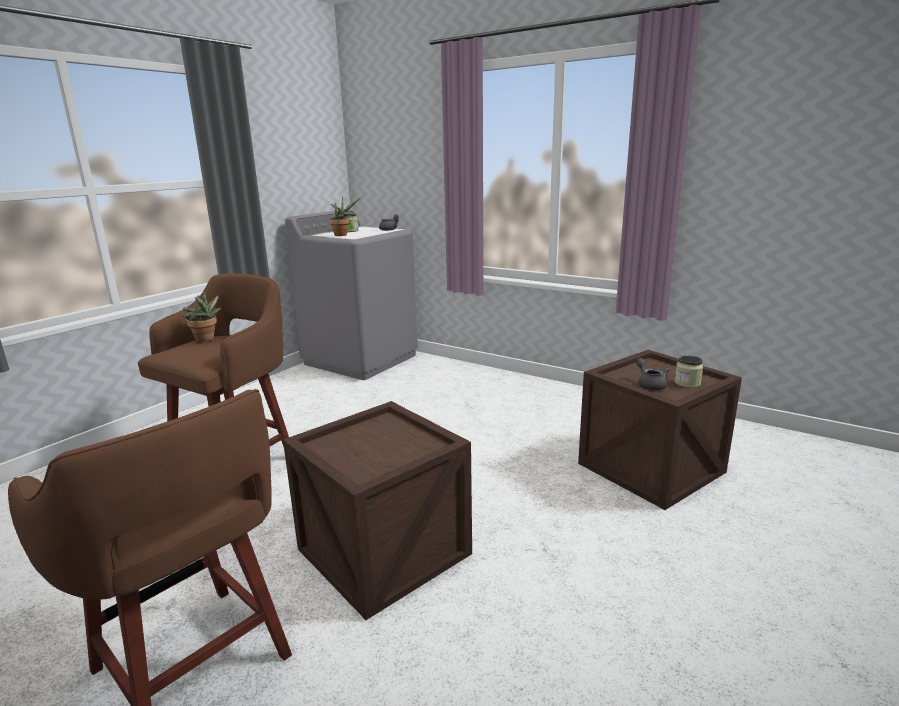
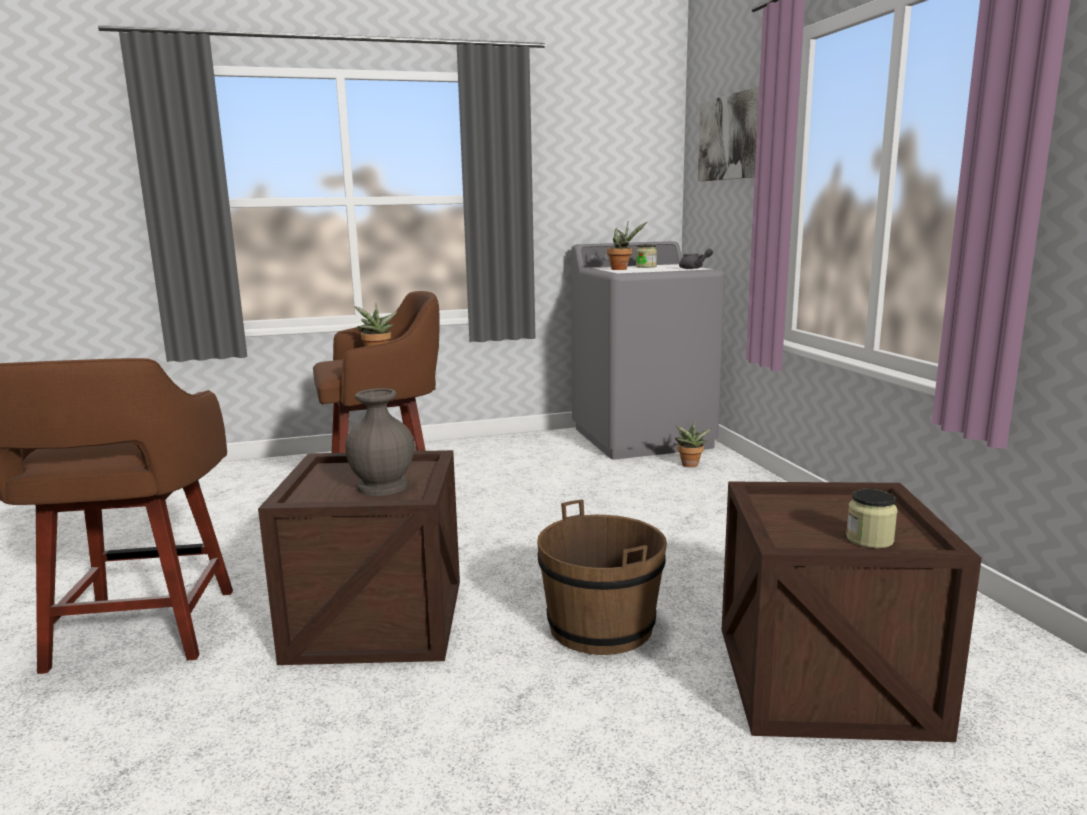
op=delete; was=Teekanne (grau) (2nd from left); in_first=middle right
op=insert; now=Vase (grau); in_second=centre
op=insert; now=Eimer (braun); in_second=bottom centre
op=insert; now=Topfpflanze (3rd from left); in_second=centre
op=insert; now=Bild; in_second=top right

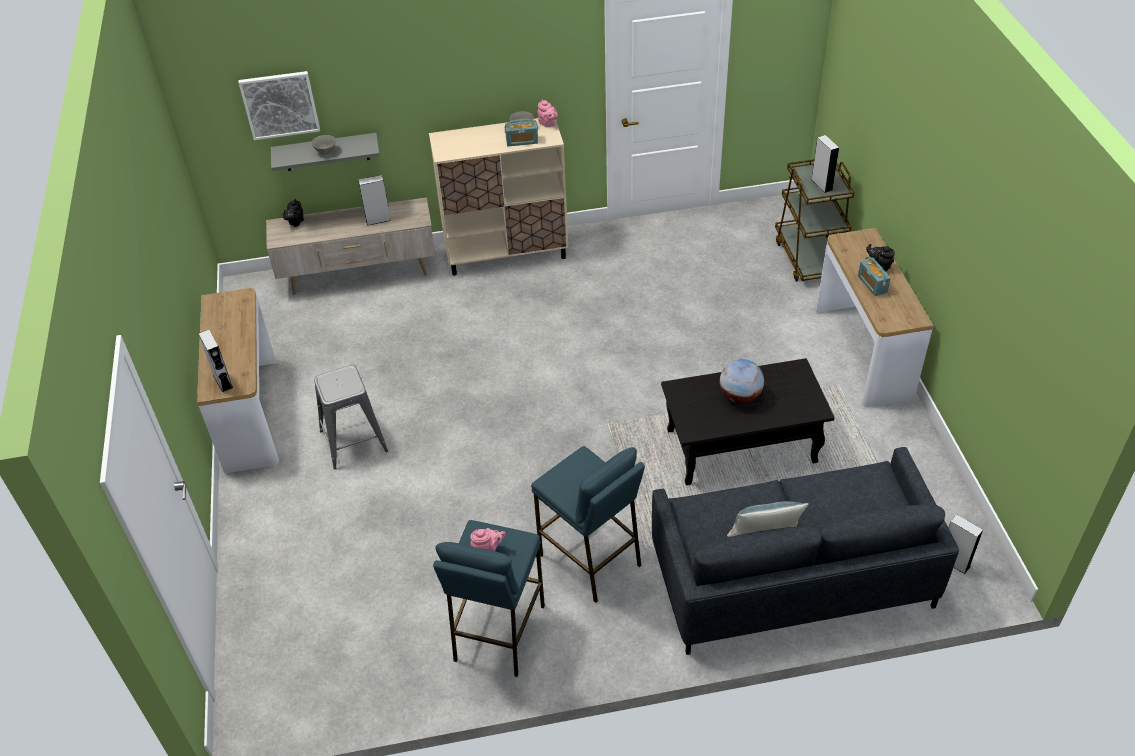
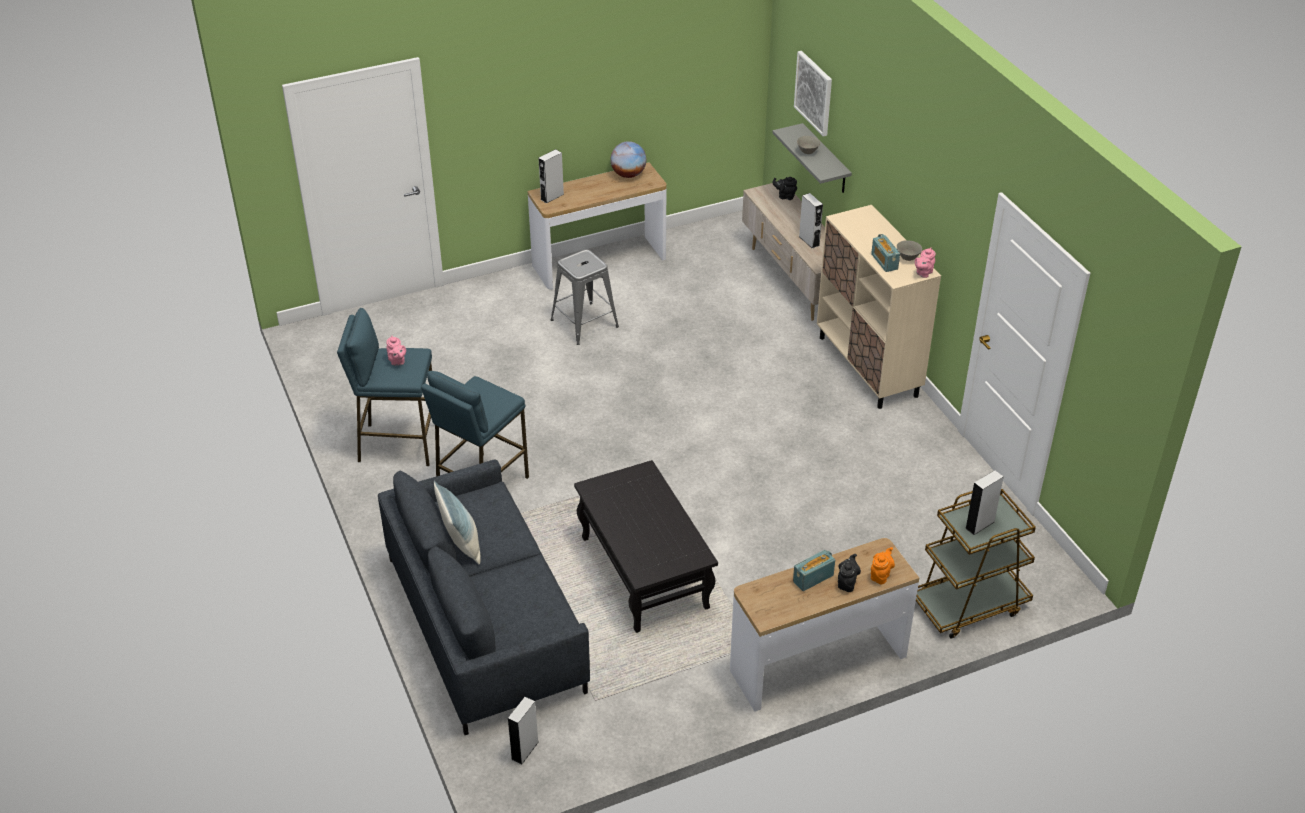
op=move; was=Globus; in_first=centre; in_second=top centre
op=insert; now=Teekanne (orange); in_second=bottom right

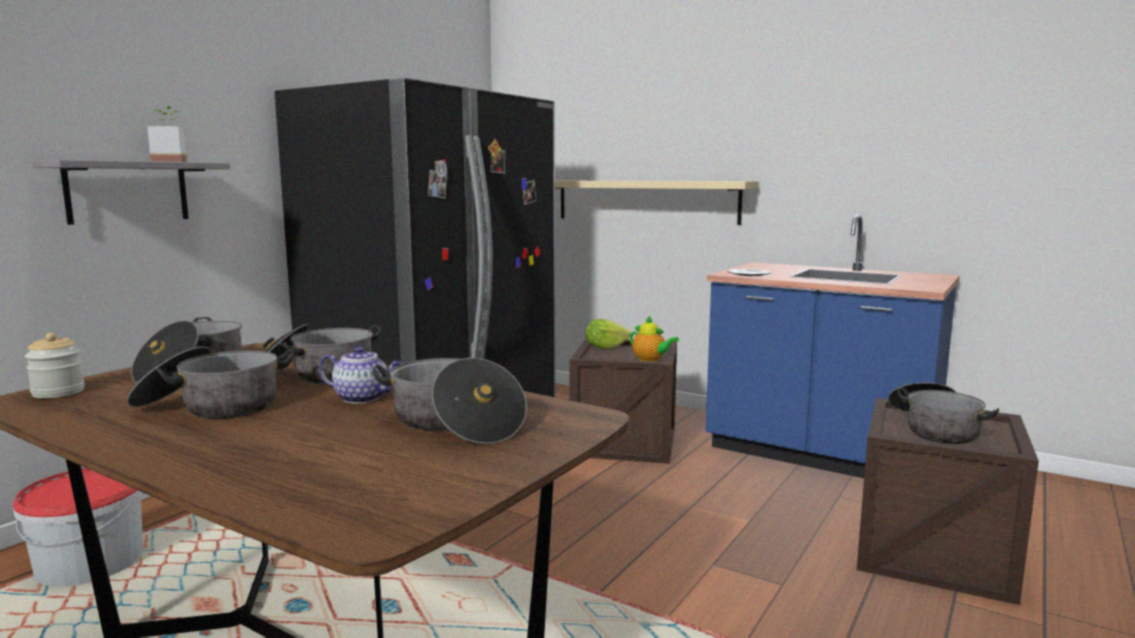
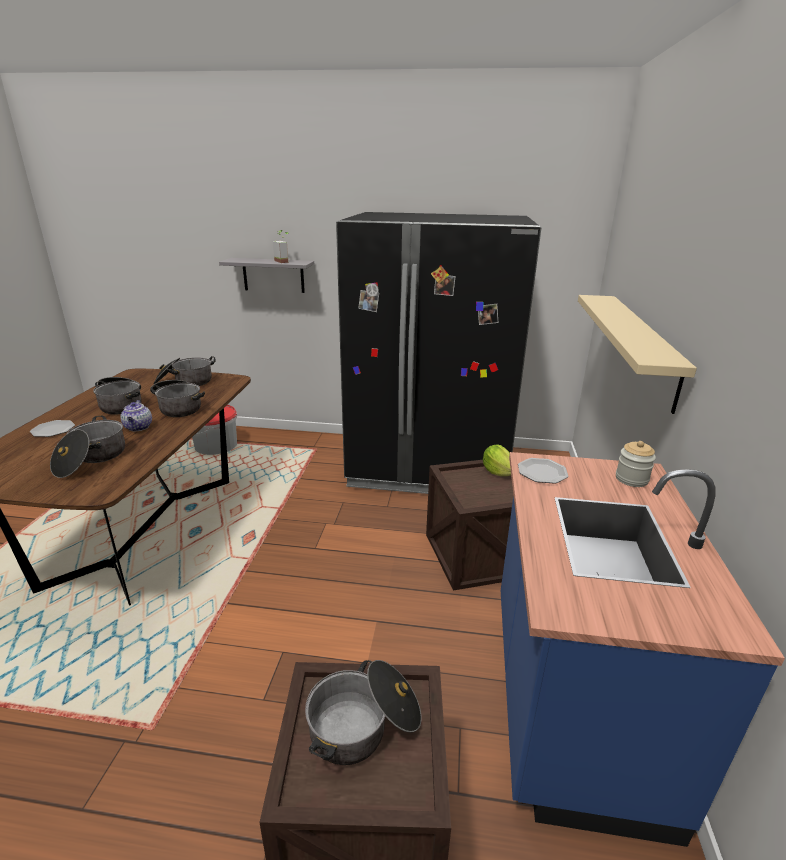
op=move; was=Vorratsglas; in_first=middle left; in_second=middle right
op=delete; was=Teekanne (2nd from left); in_first=centre
op=insert; now=Teller (1st from left); in_second=middle left

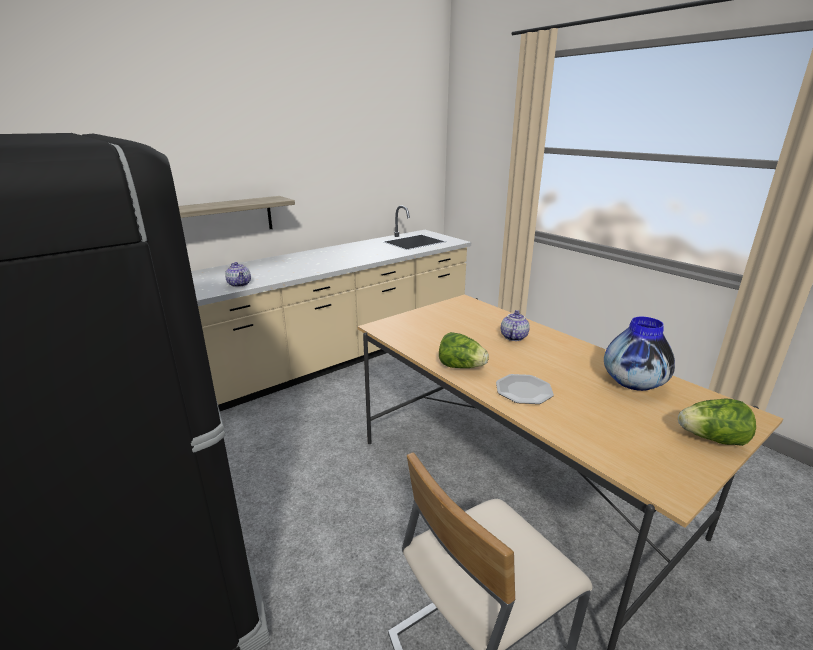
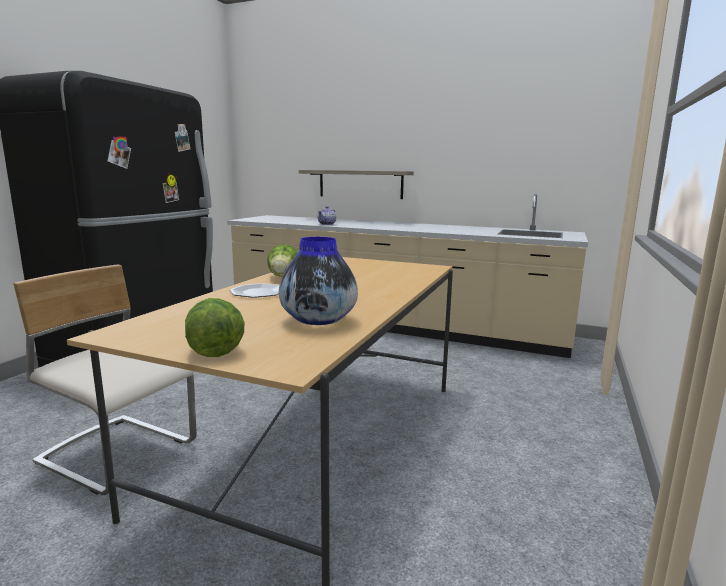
op=delete; was=Teekanne (2nd from left); in_first=centre

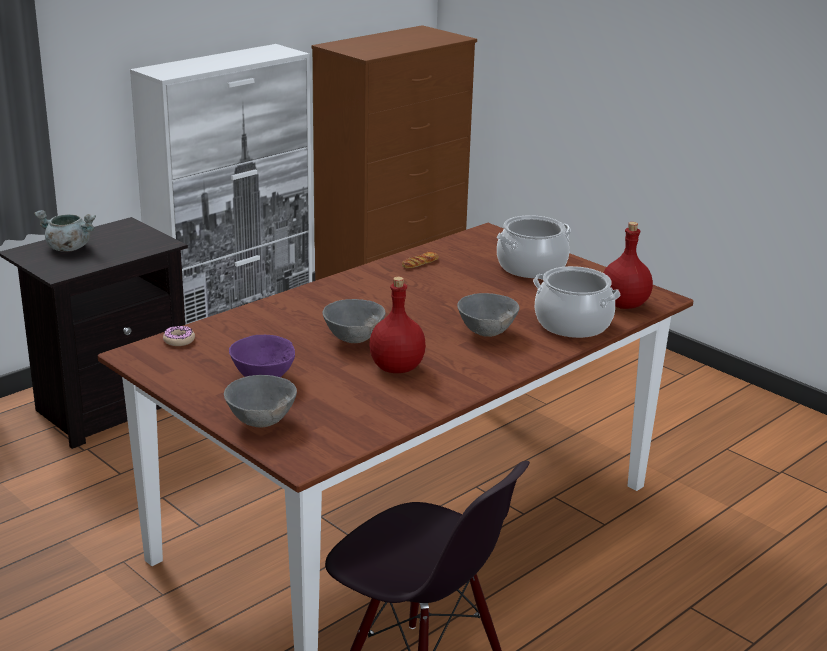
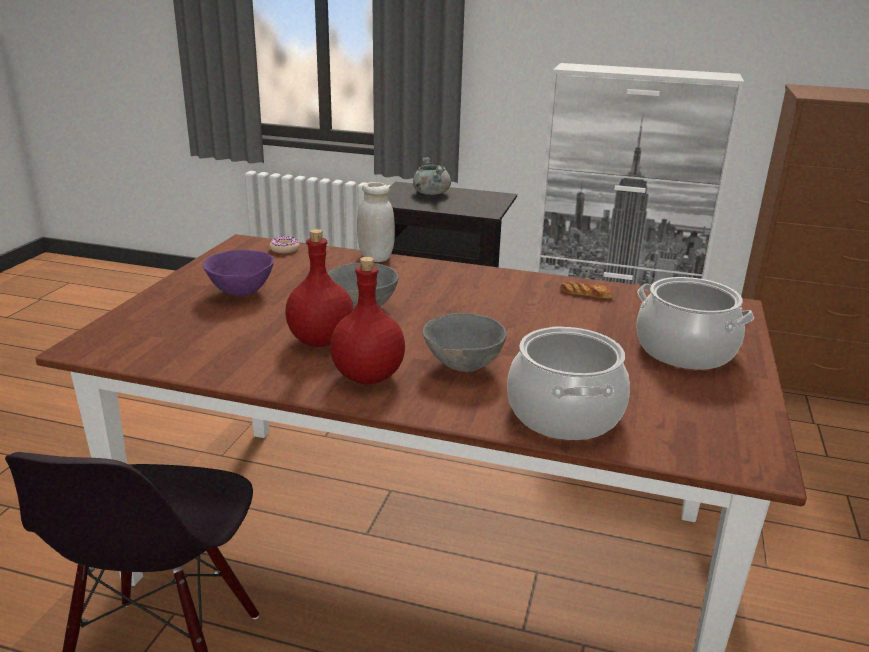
op=delete; was=Schüssel (grau) (1st from left); in_first=middle left
op=move; was=Flasche (rot) (2nd from left); in_first=middle right; in_second=centre
op=insert; now=Vorratsglas (weiß); in_second=centre

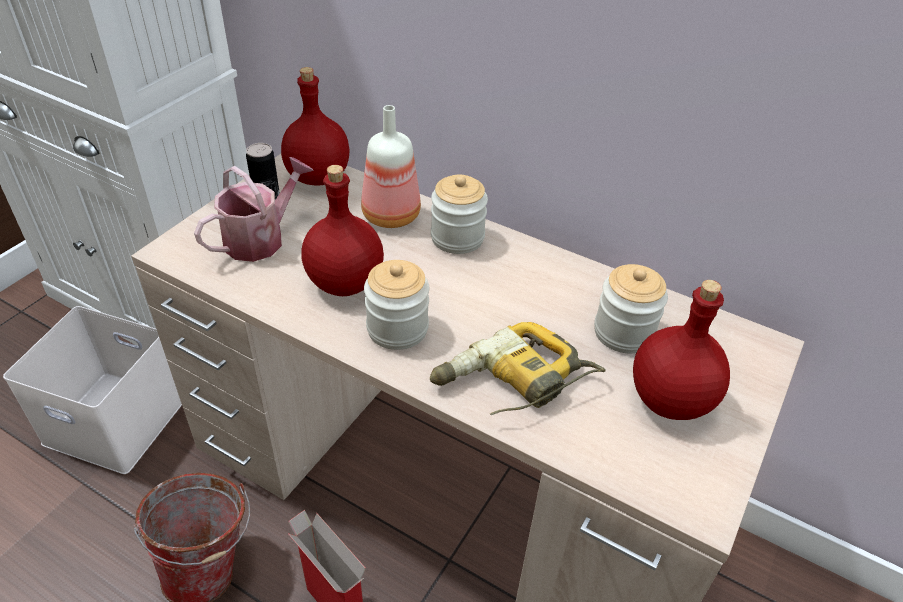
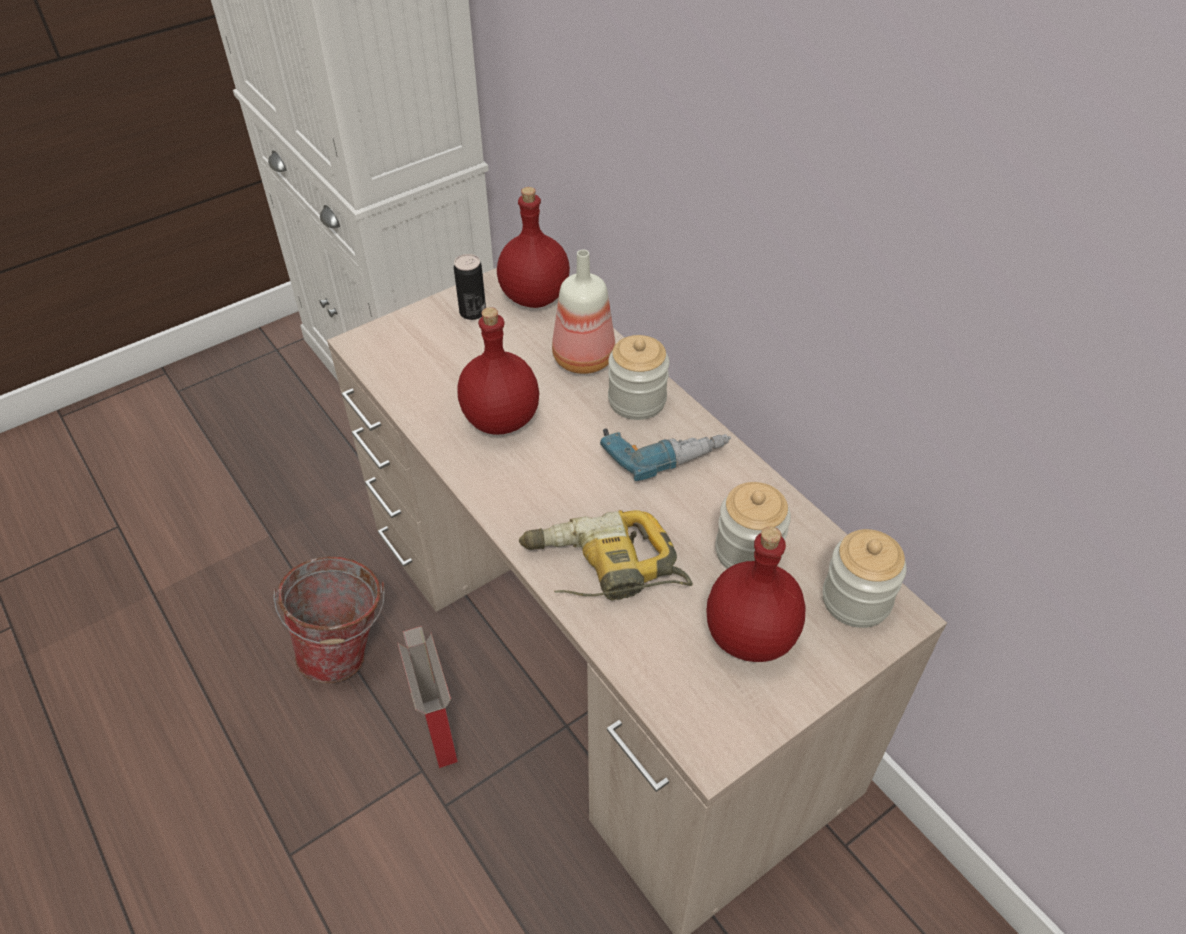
op=delete; was=Aufbewahrungsbox (weiß); in_first=middle left
op=delete; was=Gießkanne; in_first=middle left
op=move; was=Vorratsglas (1st from left in the first image); now=Vorratsglas (3rd from left); in_first=centre; in_second=middle right
op=insert; now=Bohrmaschine (2nd from left); in_second=centre

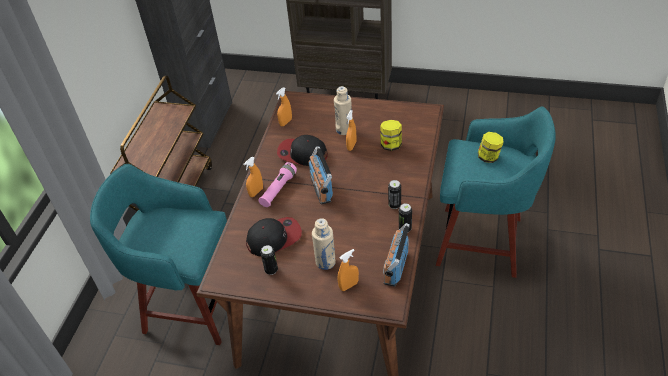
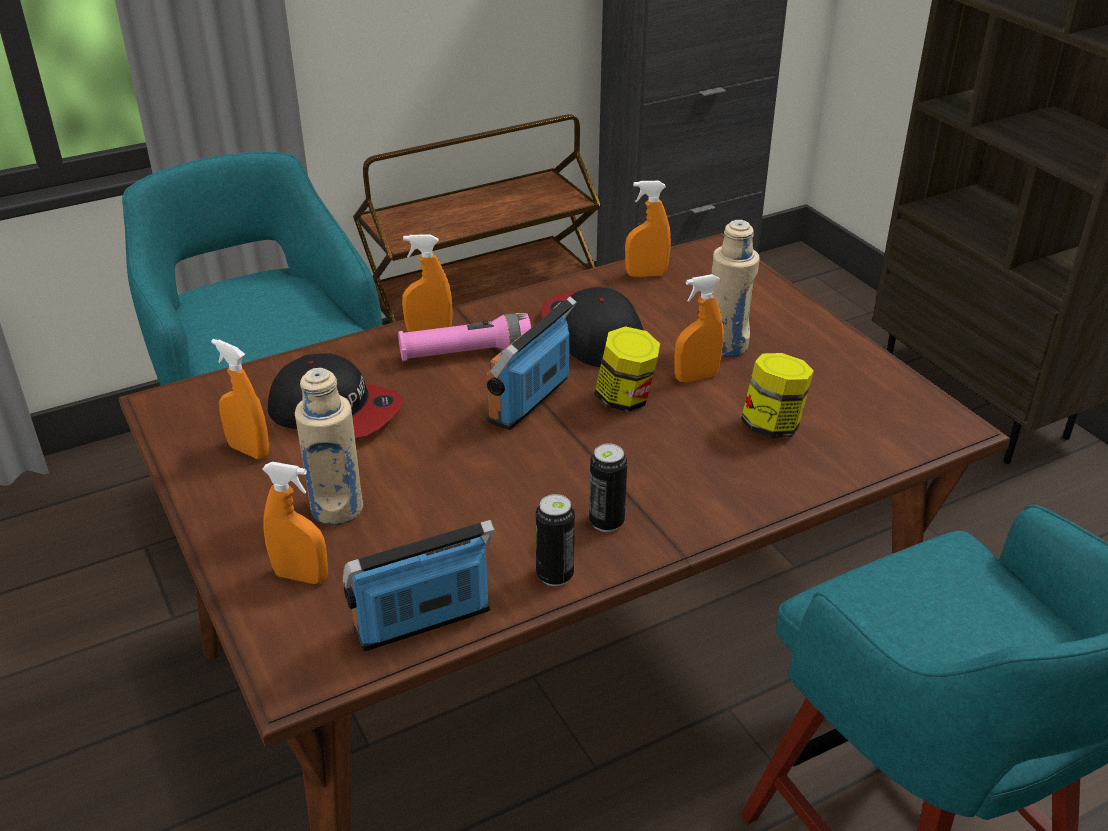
op=replace; was=Dose (1st from left); now=Sprühflasche (orange) (1st from left); in_first=bottom centre; in_second=middle left
op=move; was=Vorratsglas (2nd from left in the first image); now=Vorratsglas (1st from left); in_first=middle right; in_second=centre

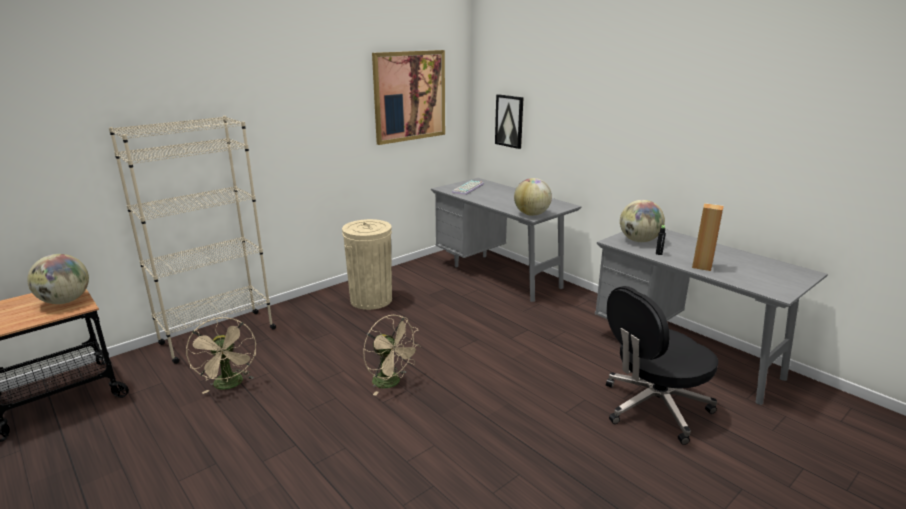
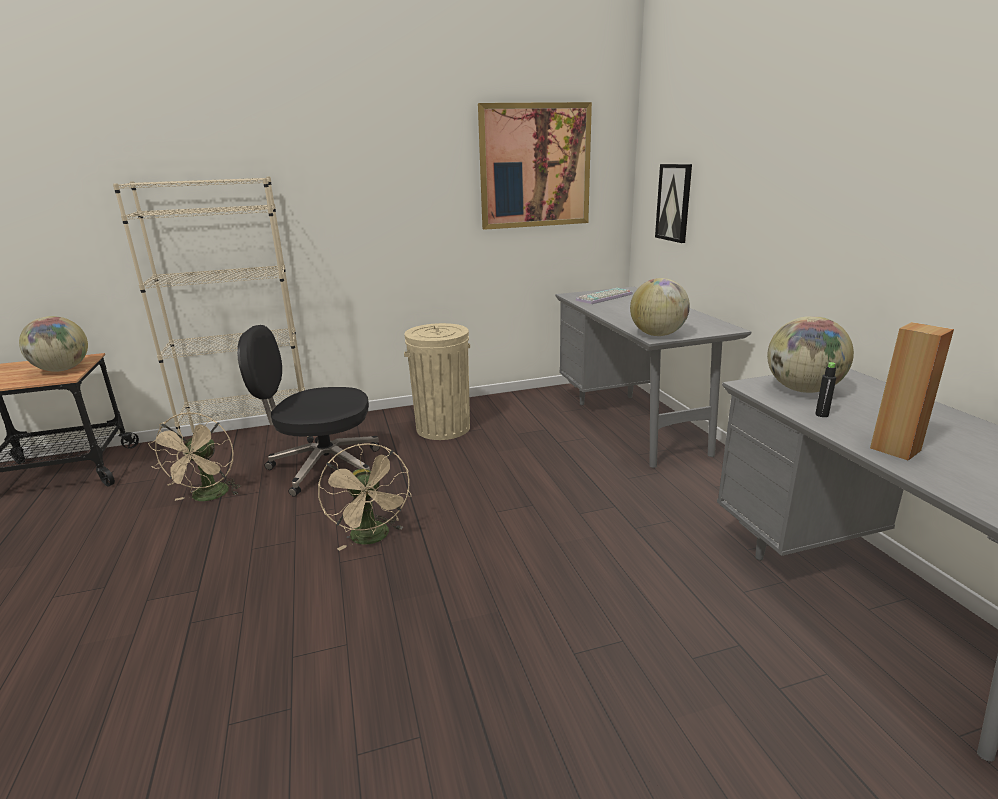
op=move; was=Bürostuhl (schwarz); in_first=bottom right; in_second=middle left

